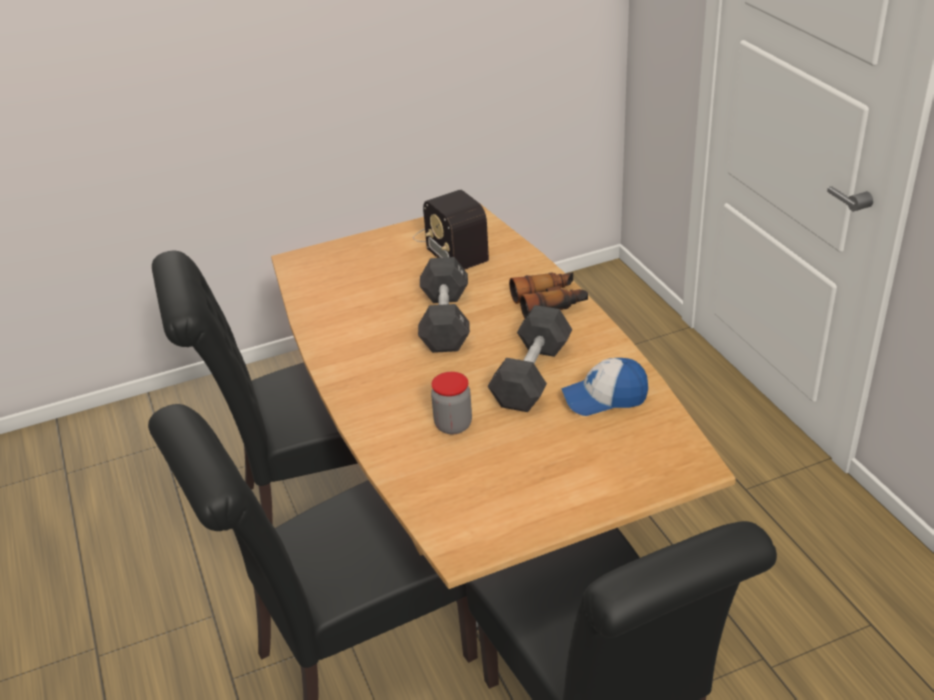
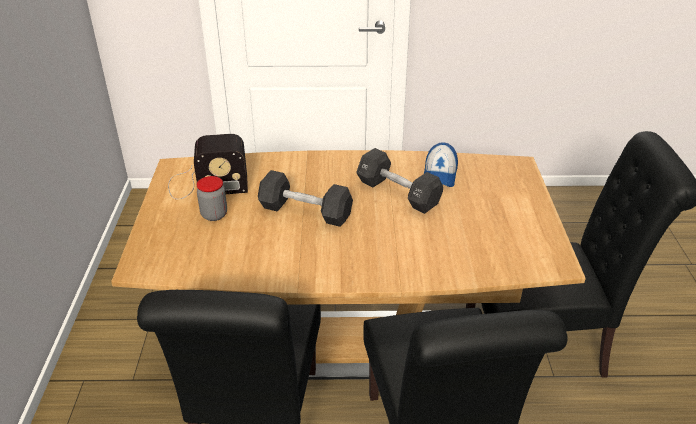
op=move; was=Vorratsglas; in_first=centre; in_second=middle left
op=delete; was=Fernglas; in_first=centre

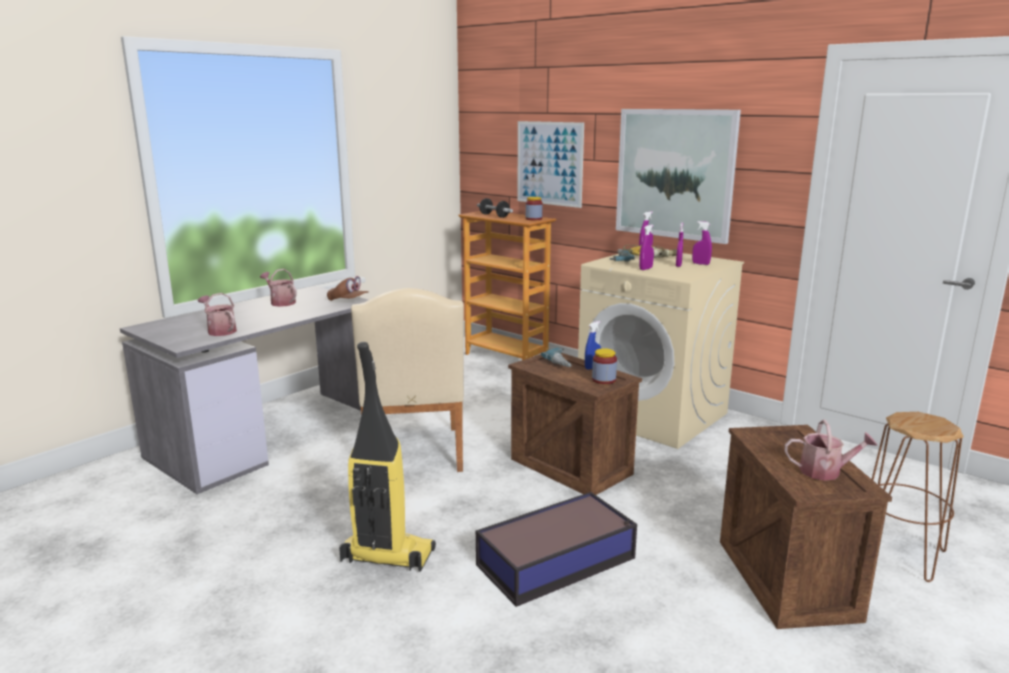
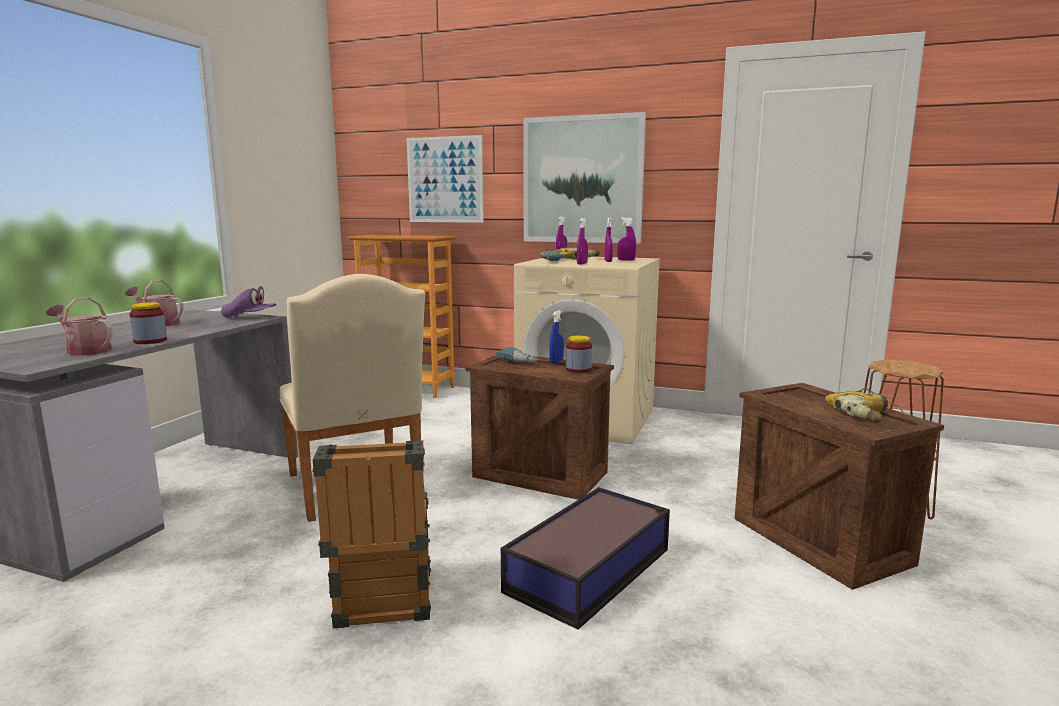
op=recolor; was=Kappe (braun); now=Kappe (lila); in_first=centre; in_second=middle left
op=replace; was=Staubsauger; now=Kiste (1st from left); in_first=bottom centre; in_second=bottom centre
op=delete; was=Hantel; in_first=top centre
op=move; was=Vorratsglas (1st from left); in_first=top centre; in_second=middle left
op=replace; was=Gießkanne (3rd from left); now=Bohrmaschine (4th from left); in_first=bottom right; in_second=middle right

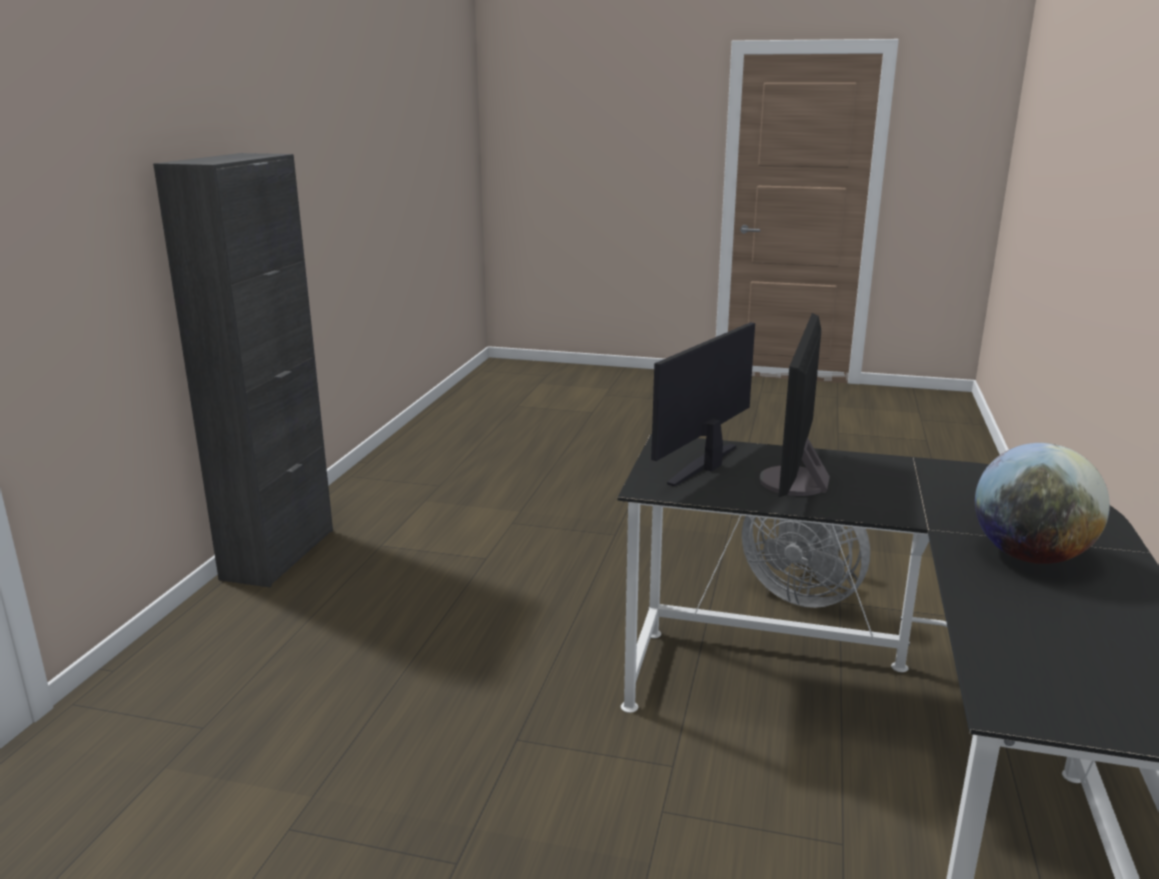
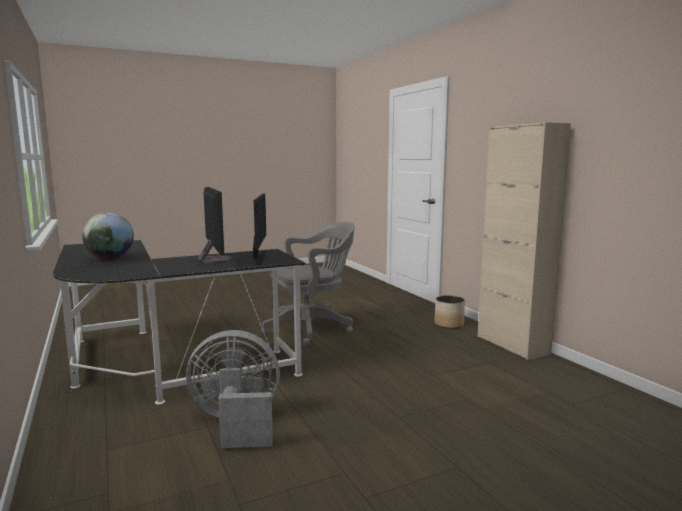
op=recolor; was=Schrank (schwarz); now=Schrank (beige); in_first=middle left; in_second=middle right
op=insert; now=Bürostuhl (grau); in_second=centre
op=insert; now=Pflanzkübel; in_second=centre

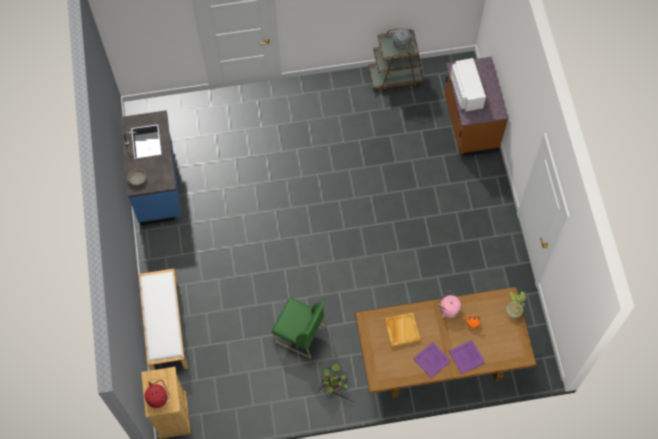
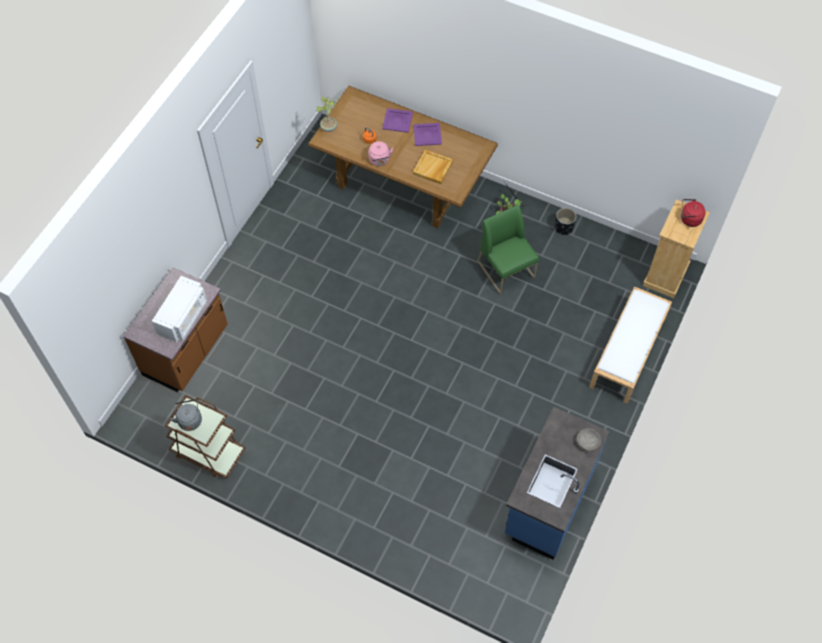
op=insert; now=Pflanzkübel (schwarz); in_second=middle right

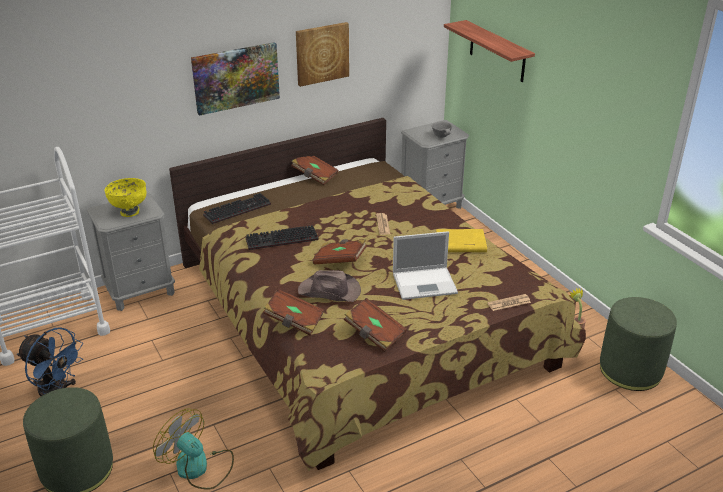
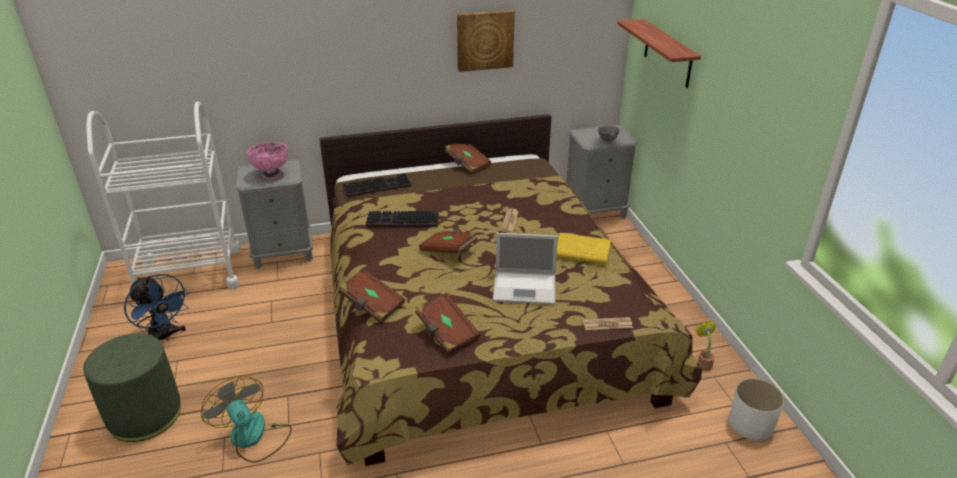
op=recolor; was=Schüssel (gelb); now=Schüssel (rosa); in_first=middle left; in_second=middle left
op=delete; was=Bild (1st from left); in_first=top left
op=delete; was=Hut (braun); in_first=centre
op=replace; was=Polsterhocker (grün) (2nd from left); now=Pflanzkübel (weiß); in_first=bottom right; in_second=bottom right

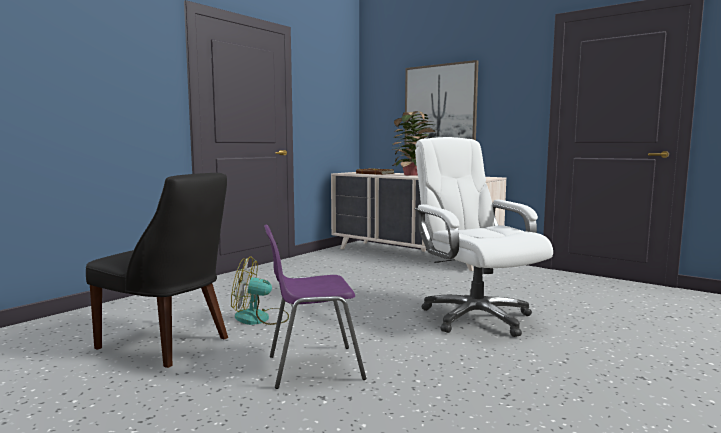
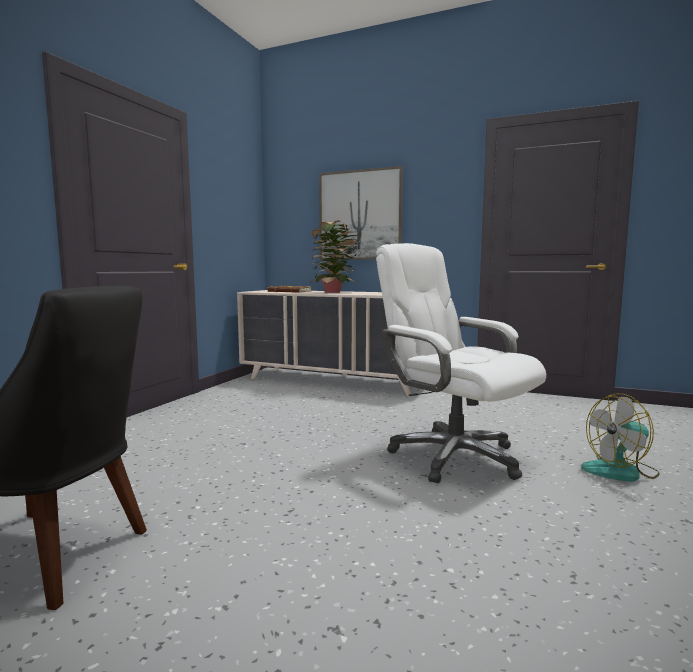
op=move; was=Ventilator; in_first=bottom centre; in_second=middle right
op=delete; was=Stuhl (lila); in_first=bottom centre

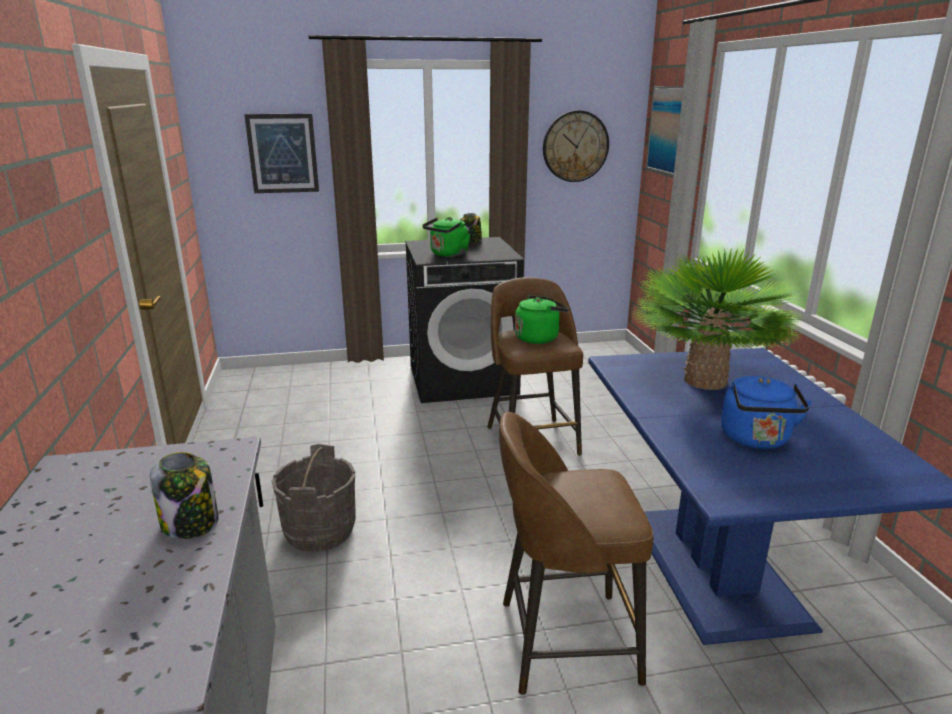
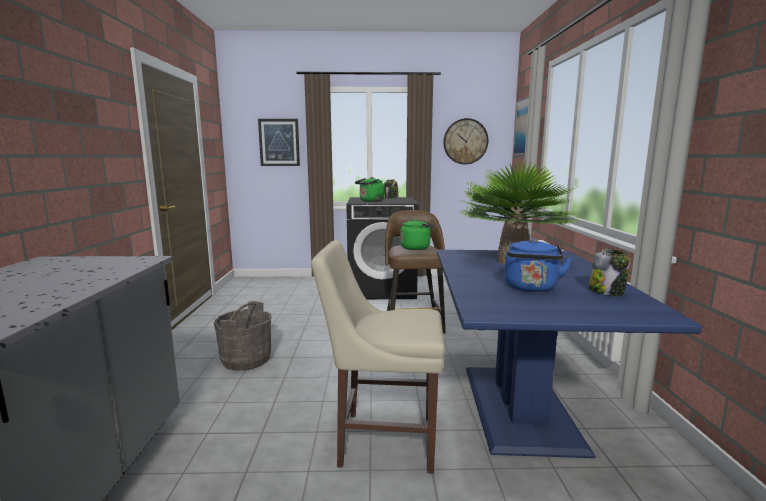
op=move; was=Vorratsglas (1st from left in the first image); now=Vorratsglas (2nd from left); in_first=bottom left; in_second=middle right
op=replace; was=Hocker (braun) (2nd from left); now=Stuhl (beige); in_first=bottom centre; in_second=bottom centre

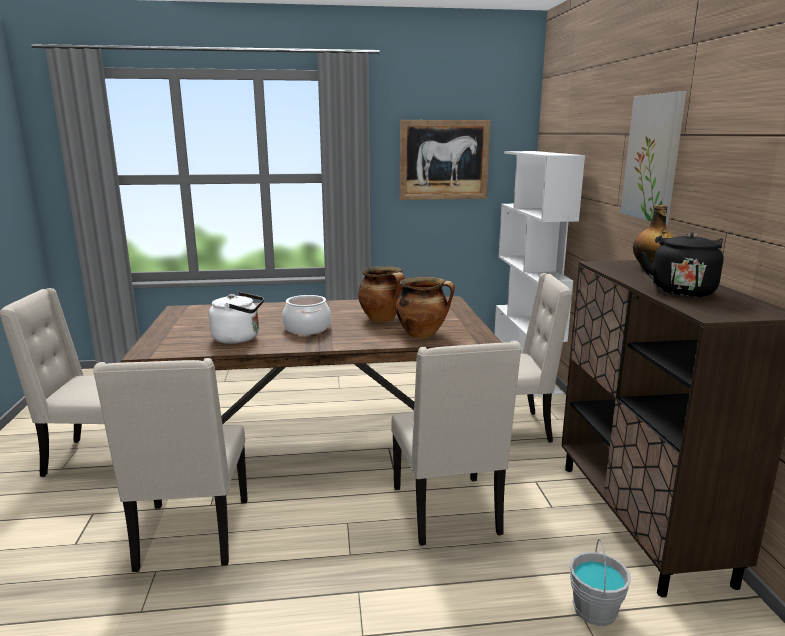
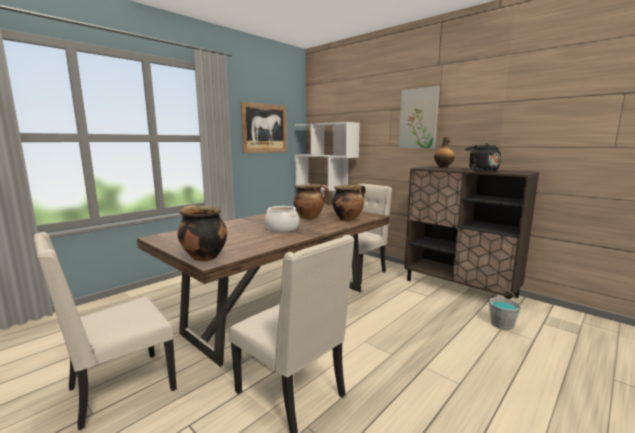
op=delete; was=Wasserkessel (weiß); in_first=middle left
op=delete; was=Stuhl (beige) (3rd from left); in_first=bottom centre
op=insert; now=Kochtopf (1st from left); in_second=middle left

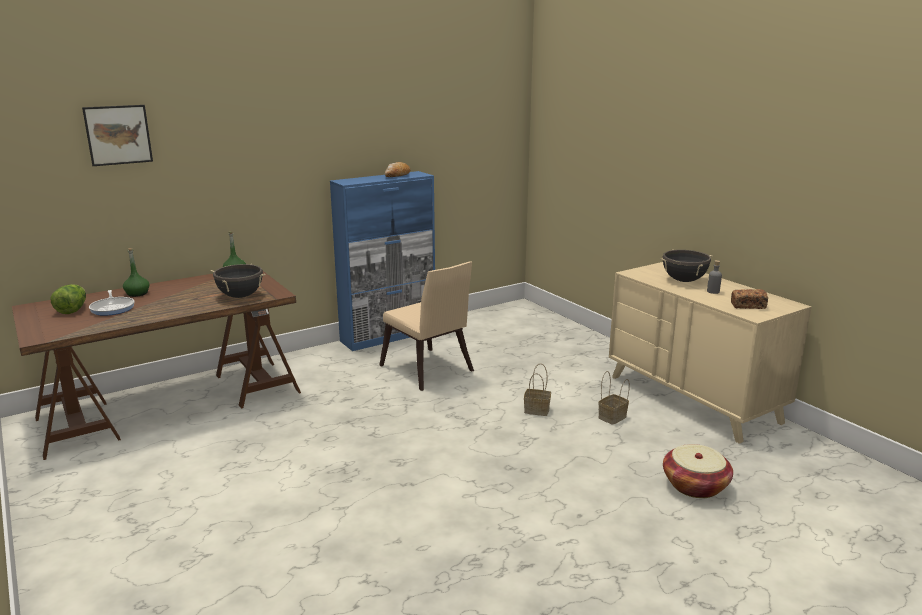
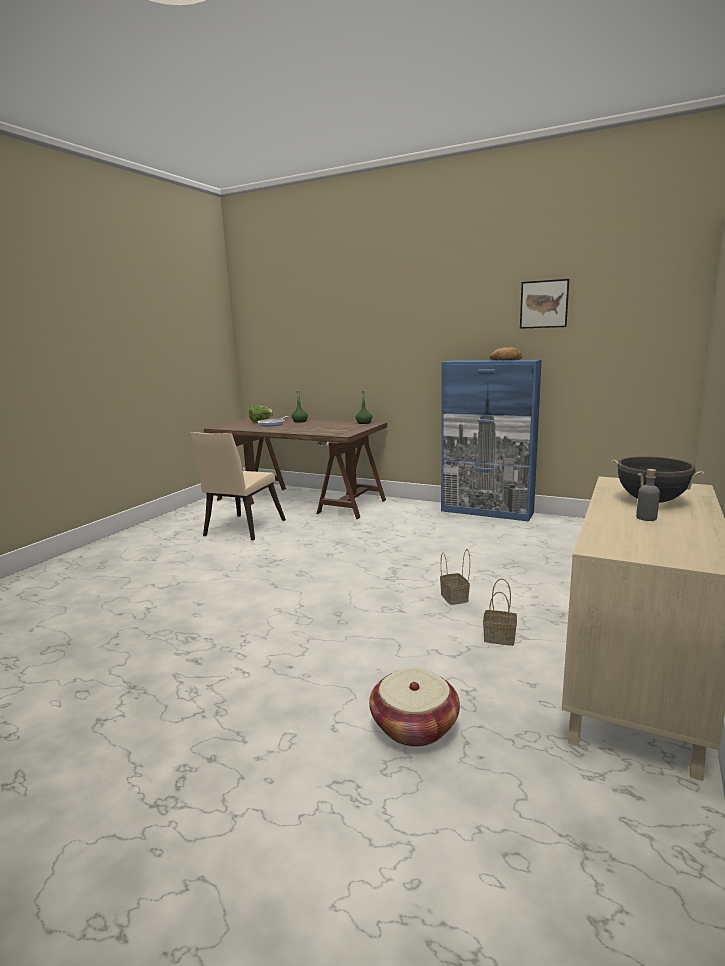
op=move; was=Bild; in_first=top left; in_second=top right
op=delete; was=Kochtopf (schwarz) (1st from left); in_first=middle left
op=move; was=Stuhl (beige); in_first=centre; in_second=middle left
op=delete; was=Brot (2nd from left); in_first=middle right

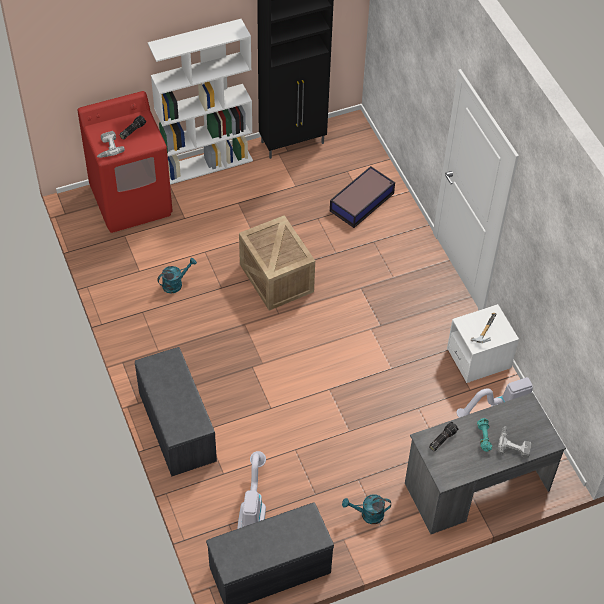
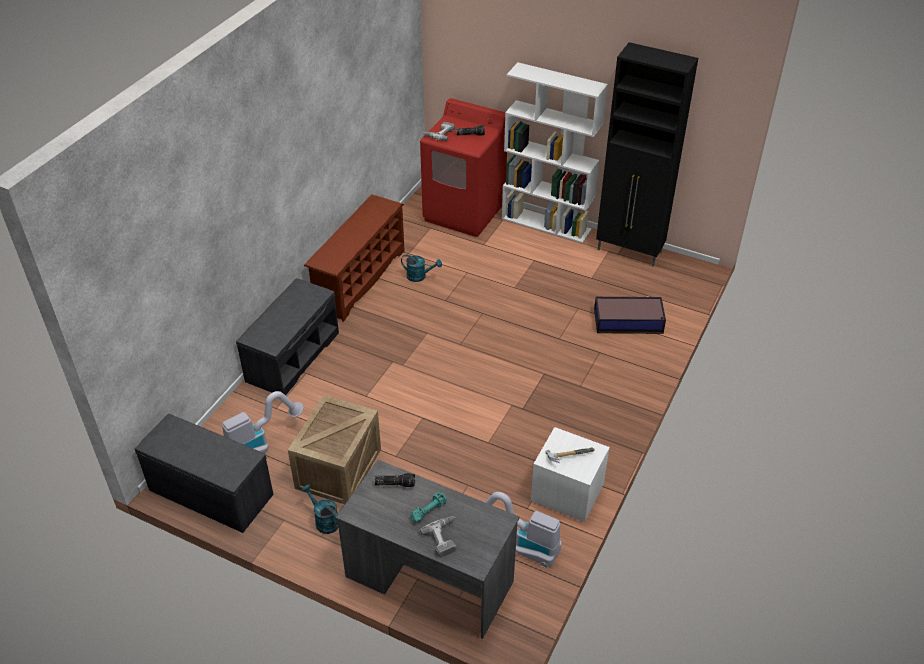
op=move; was=Kiste; in_first=centre; in_second=bottom centre
op=insert; now=Schuhregal (braun); in_second=centre

